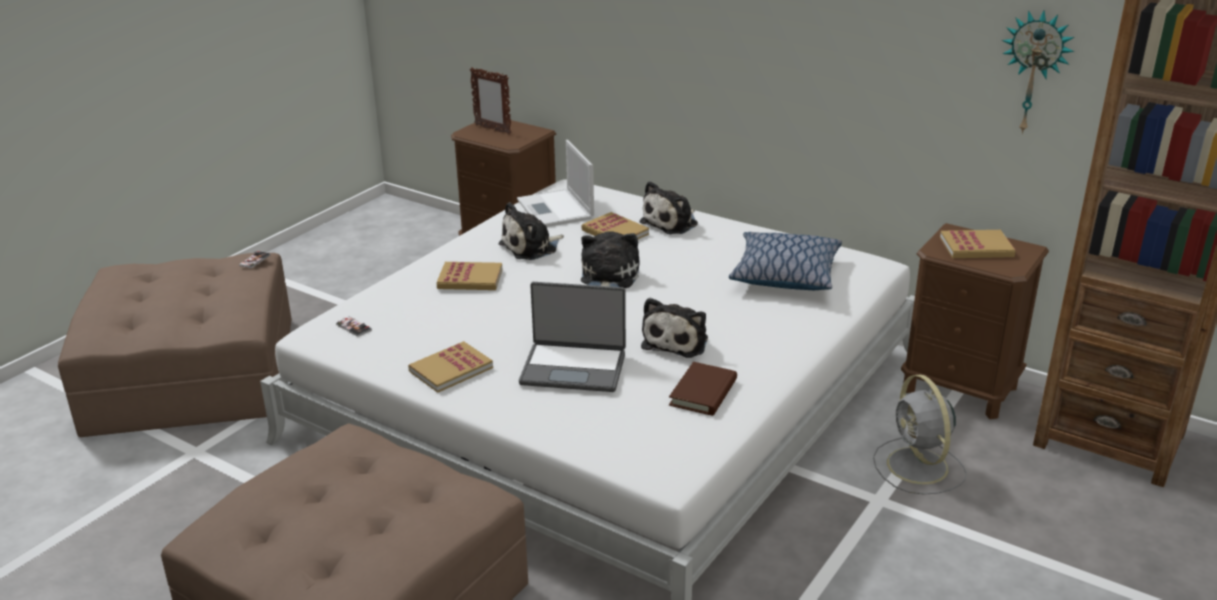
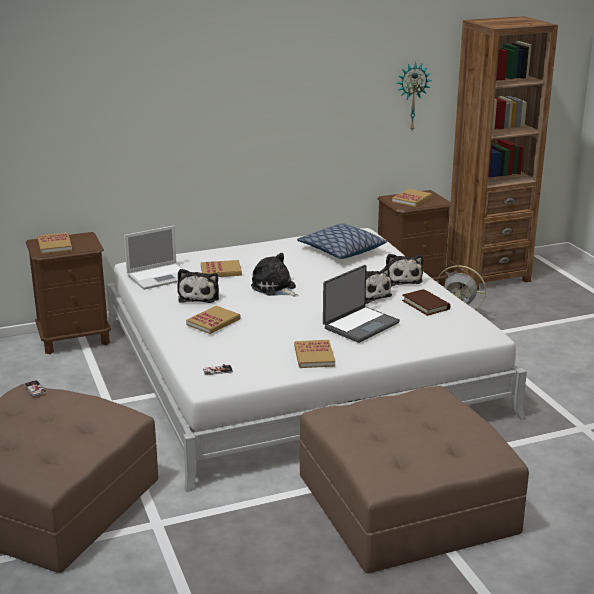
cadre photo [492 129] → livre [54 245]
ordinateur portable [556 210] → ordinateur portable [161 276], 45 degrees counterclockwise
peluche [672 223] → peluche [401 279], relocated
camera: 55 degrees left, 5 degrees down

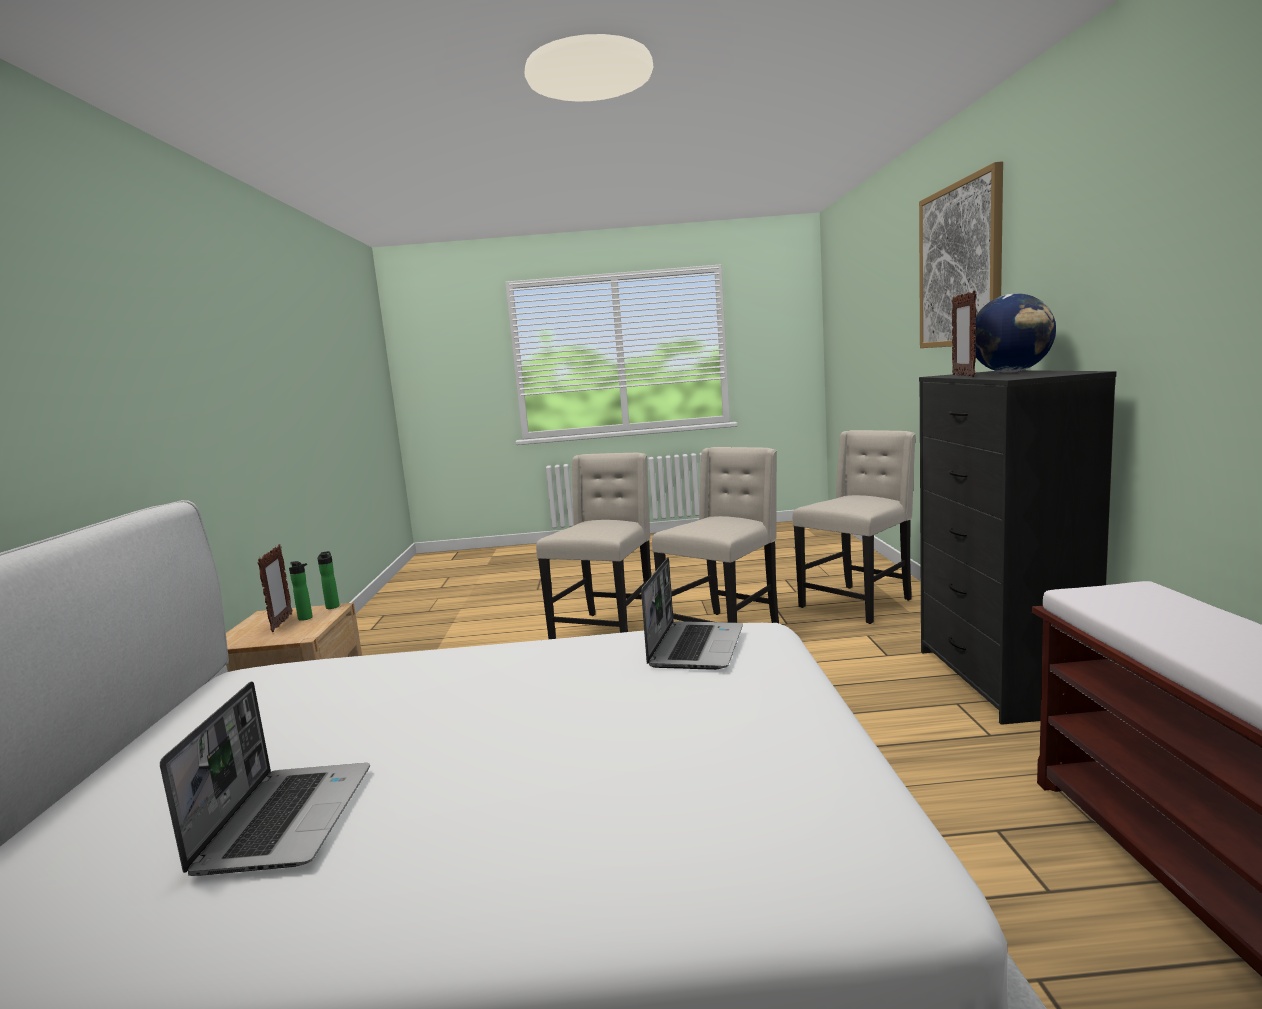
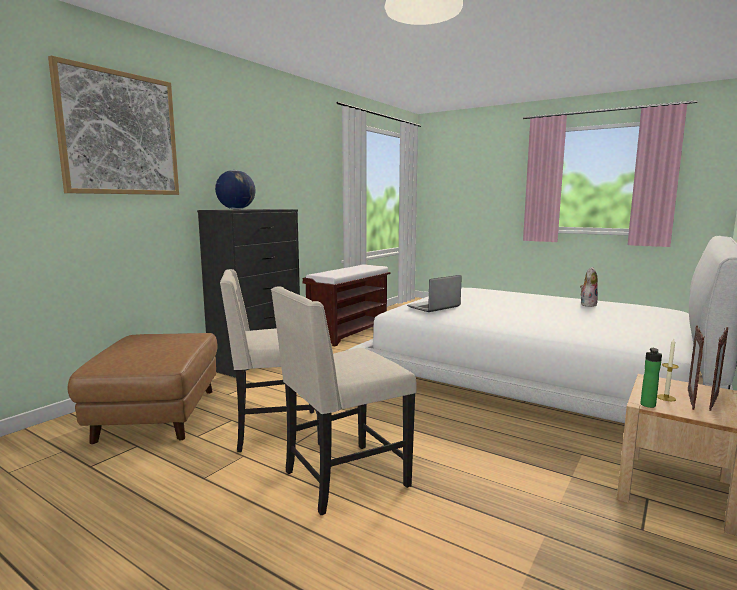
cadre photo [963 376] → cadre photo [713 402], relocated
chaise/beige [858 603] → pouf/marron [157 414]
bouteille [306 618] → bougie [666 398]
ordinateur portable [285 818] → peluche [587 304]
camera: 145 degrees left, 0 degrees up

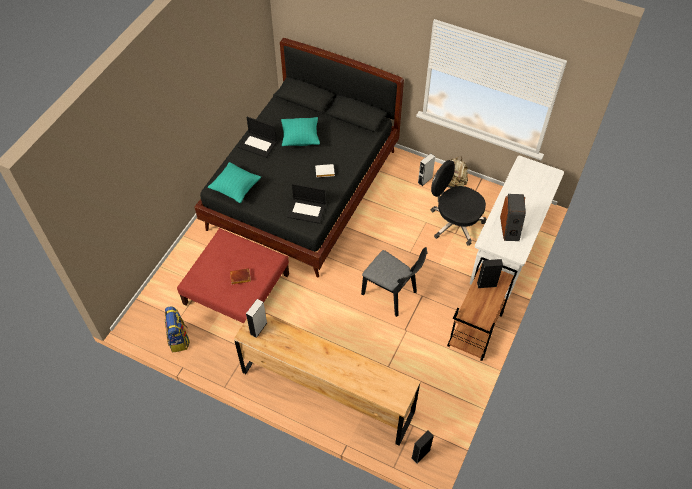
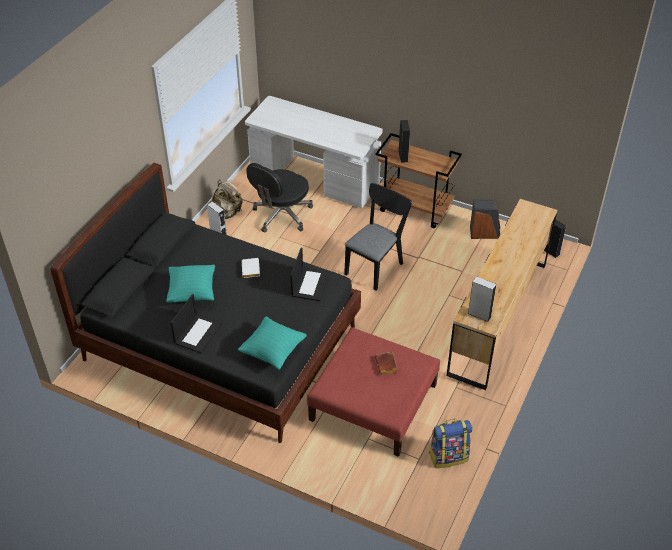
enceinte [510 228] → enceinte [484 232], relocated
camera: 90 degrees left, 10 degrees down

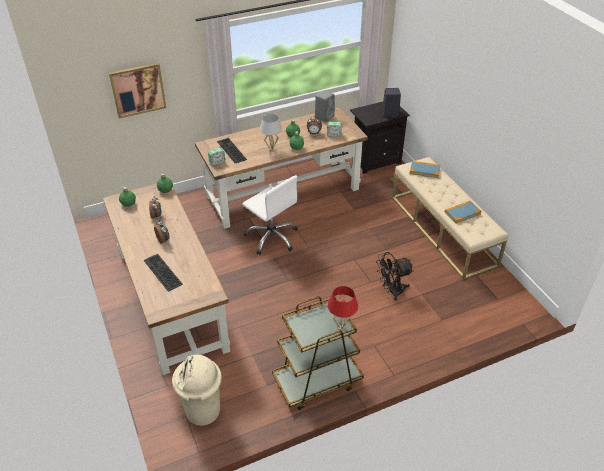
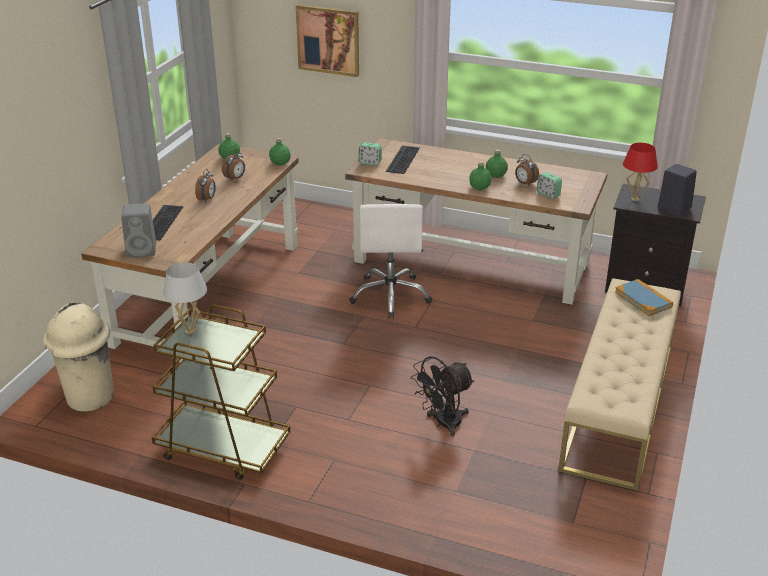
enceinte/gris [324 116] → enceinte/gris [143 250], relocated
lampe de table/blanc [271 149] → lampe de table/blanc [190 331], relocated
livre [462 213] → -
ventilateur/noir [392 291] → ventilateur/noir [443 423], 60 degrees counterclockwise
lampe de table/rouge [341 327] → lampe de table/rouge [634 199], relocated
camera: 45 degrees right, 10 degrees down

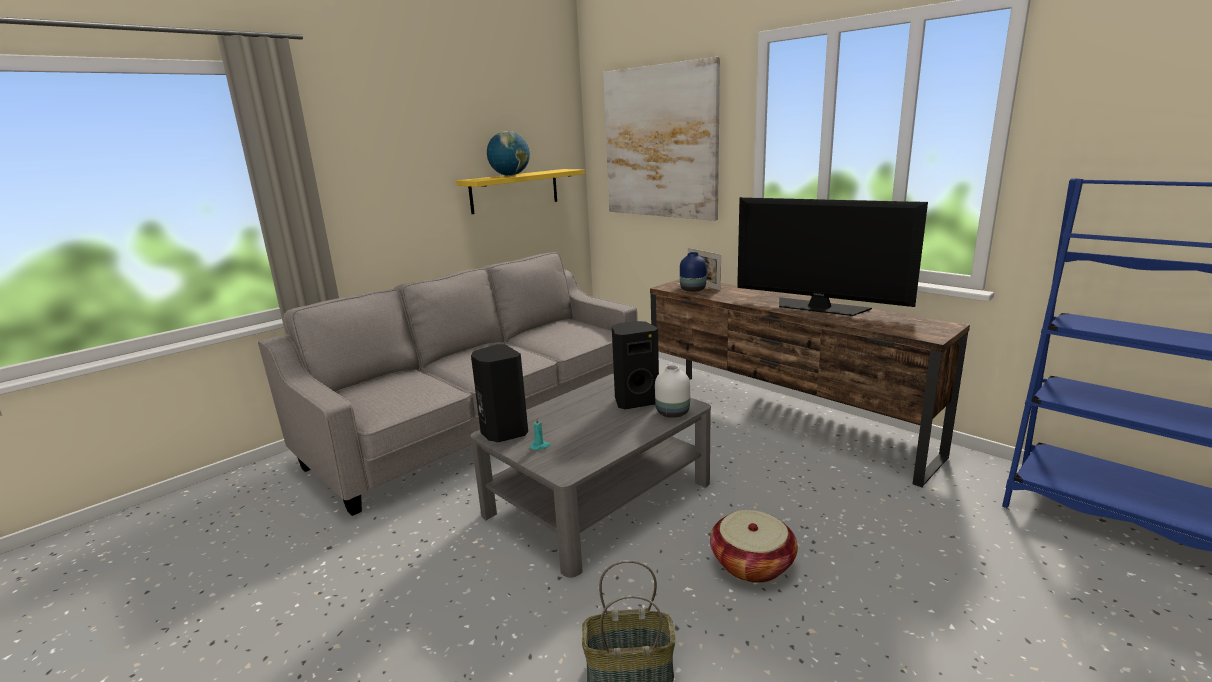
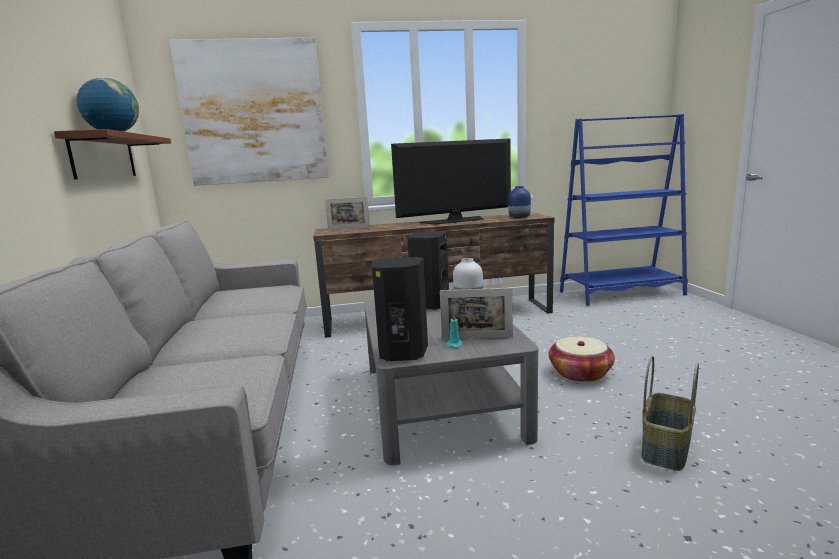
étagère/jaune [514 191] → étagère/marron [104 157]
vase/bleu [692 289] → vase/bleu [518 217], relocated
- → cadre photo [477 338]
camera: 55 degrees left, 5 degrees down

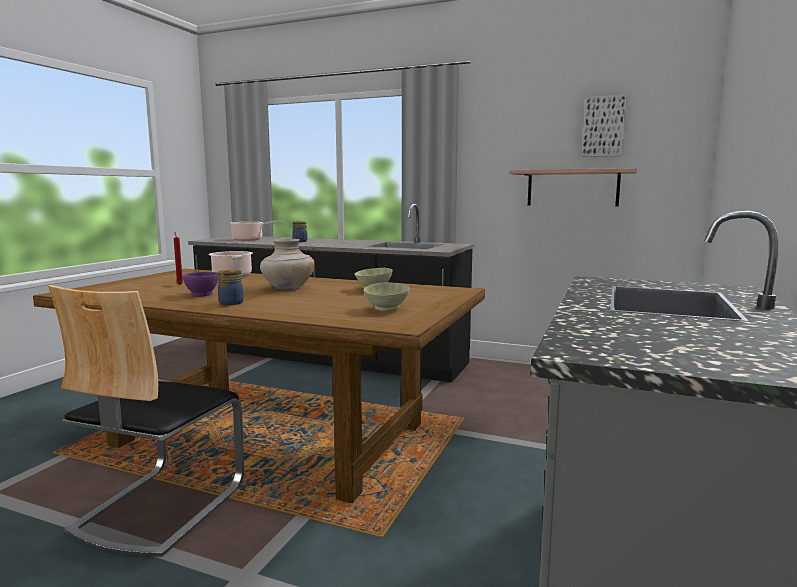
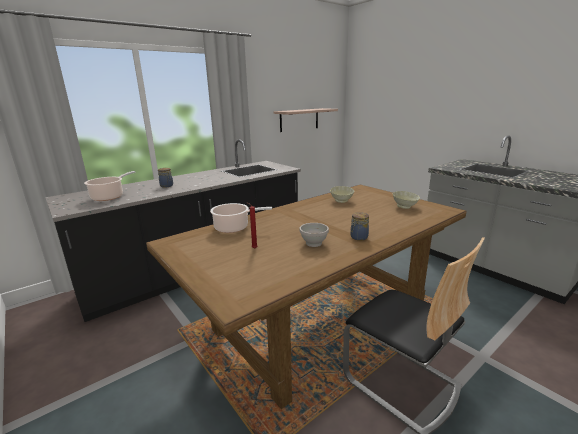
tableau [604 126] → -
vase/beige [288 288] → -
bol/violet [202 294] → bol/blanc [313 243]
camera: 60 degrees left, 10 degrees up

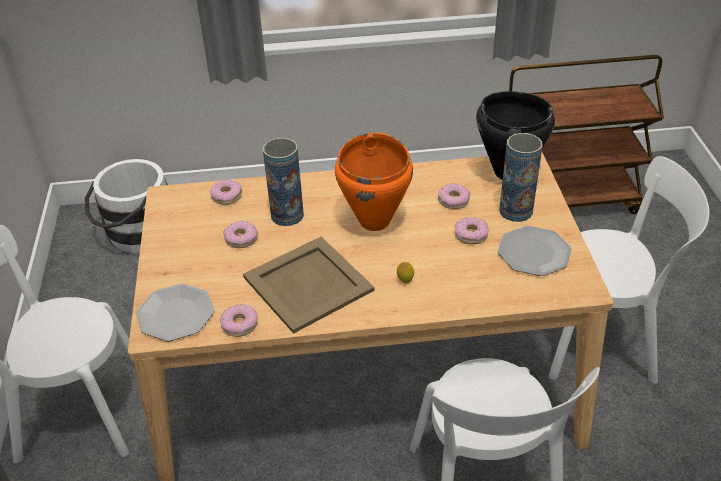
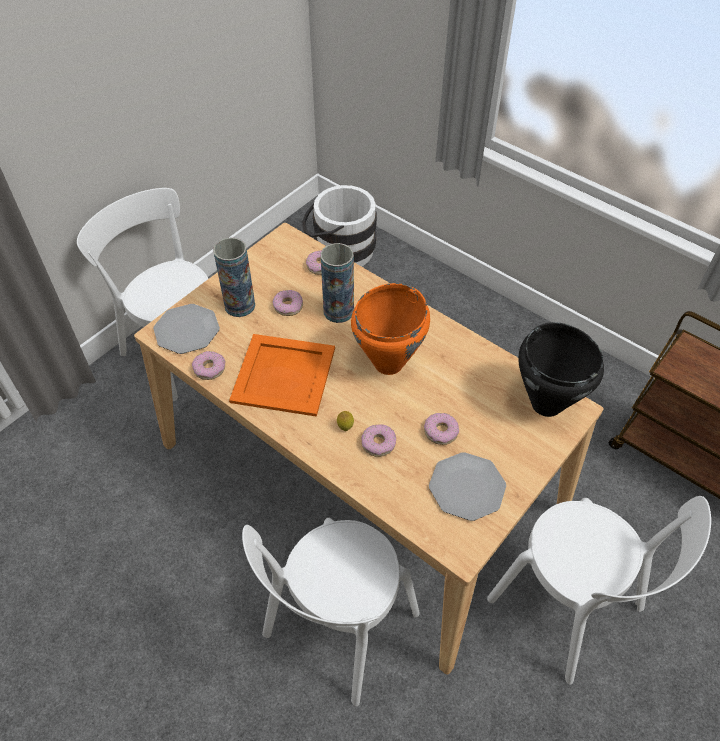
vase [515 211] → vase [240 305], relocated
beignet [453 200] → beignet [378 443], relocated
plateau/beige [308 283] → plateau/orange [284 374]
camera: 45 degrees right, 10 degrees up

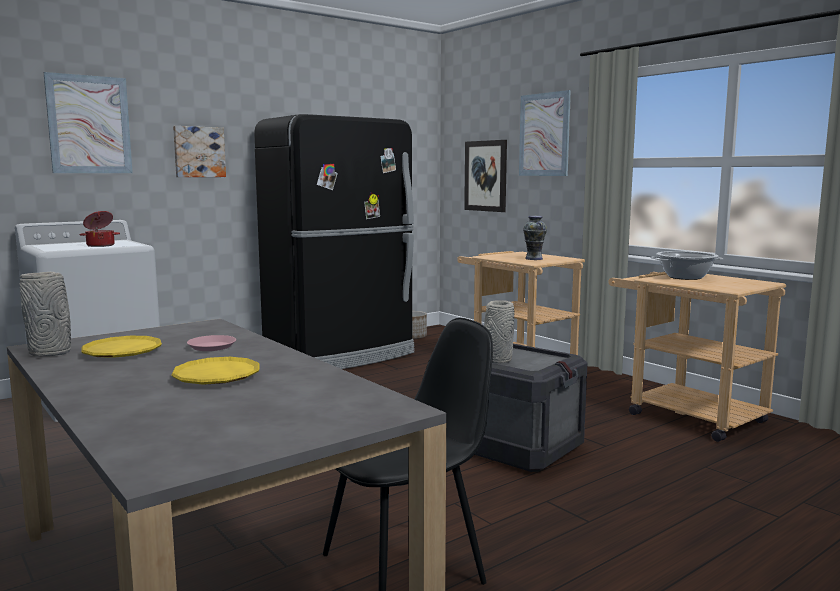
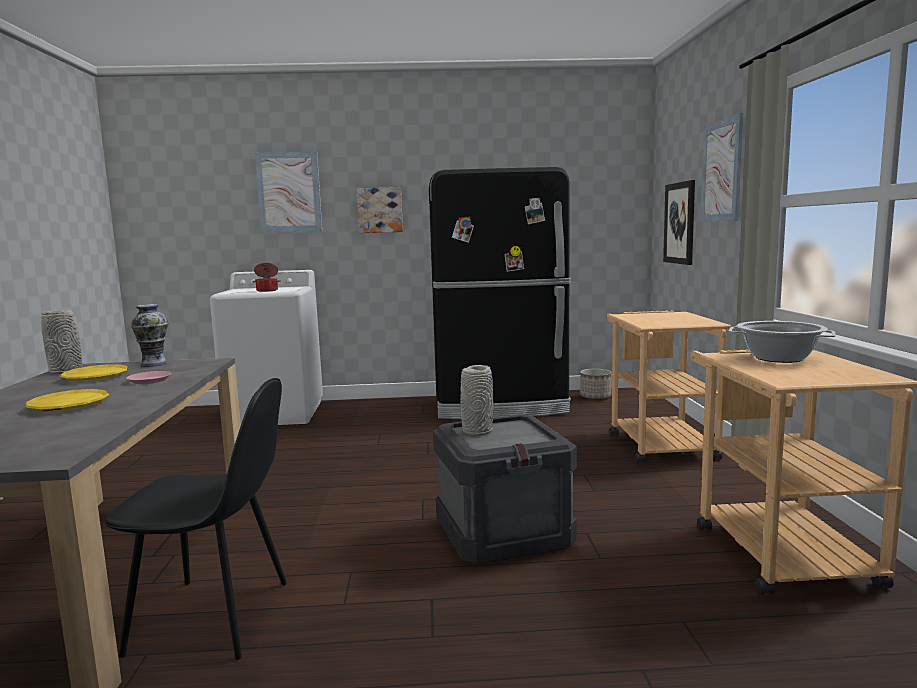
vase [533 259] → vase [153 364], relocated
camera: 35 degrees right, 0 degrees up

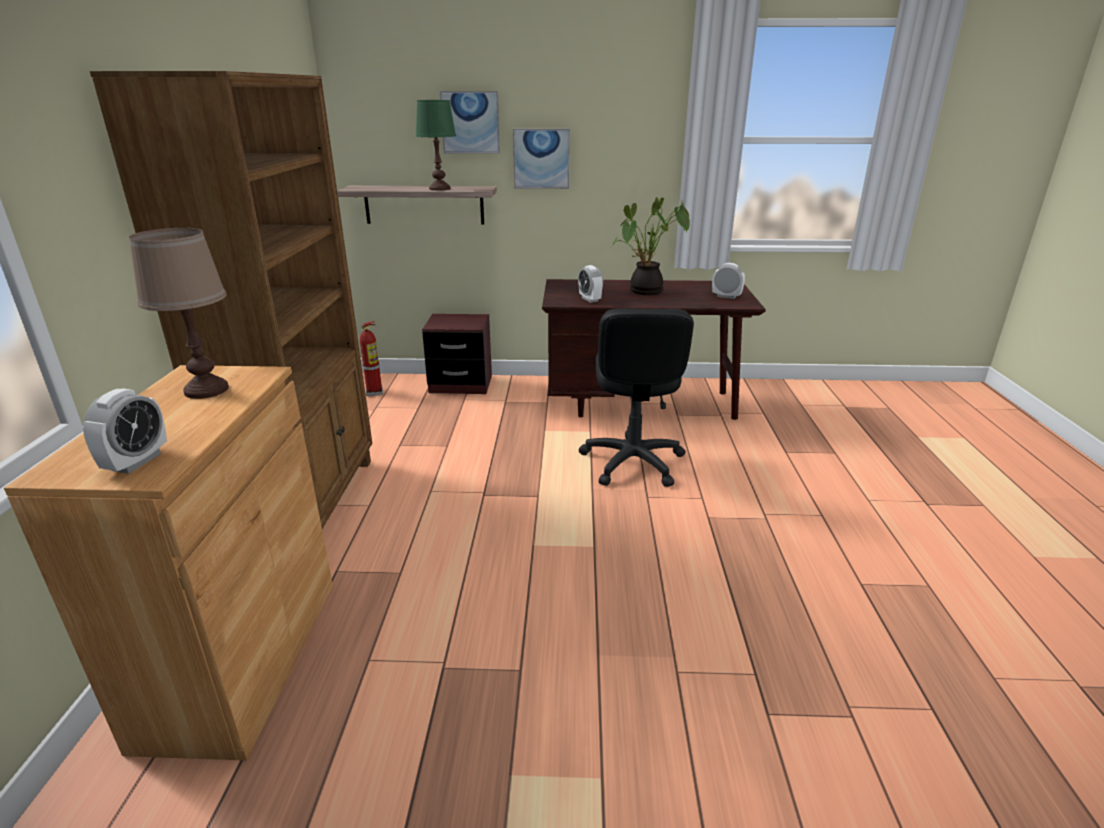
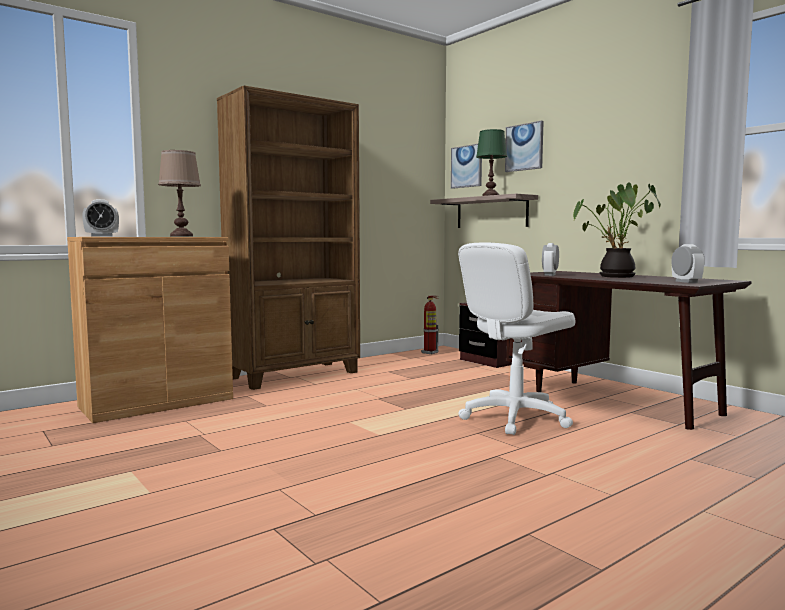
tableau [541 158] → tableau [467 166], relocated
chaise de bureau/noir [632 462] → chaise de bureau/blanc [514 418]
camera: 50 degrees right, 20 degrees down

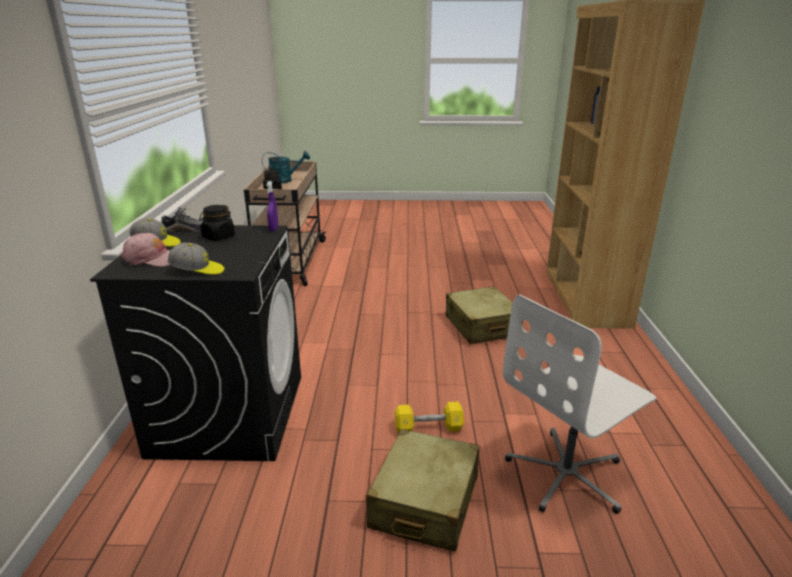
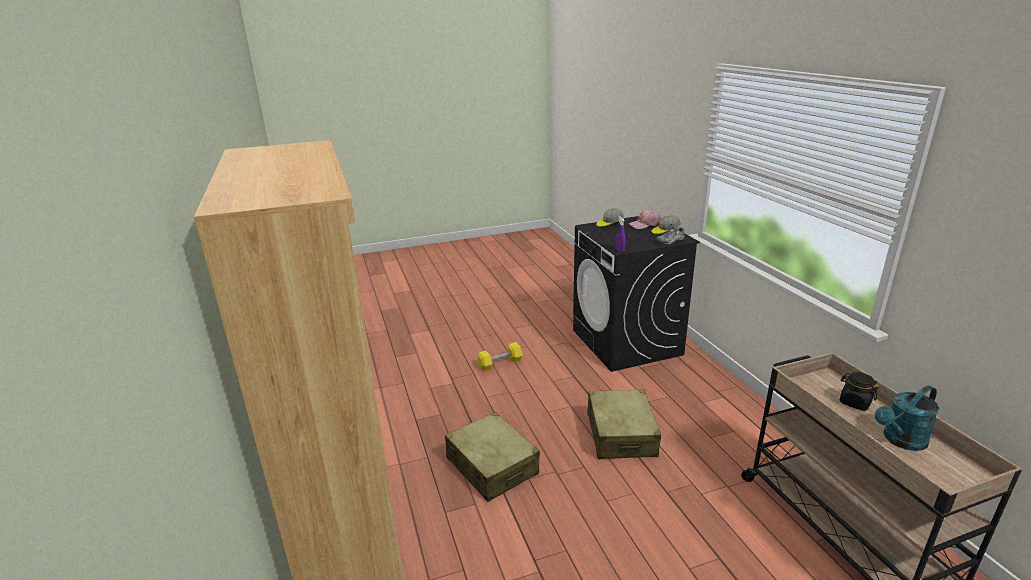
bocal/noir [218 237] → -
chaise de bureau/blanc [567 474] → -
valise/beige [424 502] → valise/beige [621 434], relocated
camera: 160 degrees right, 0 degrees up

